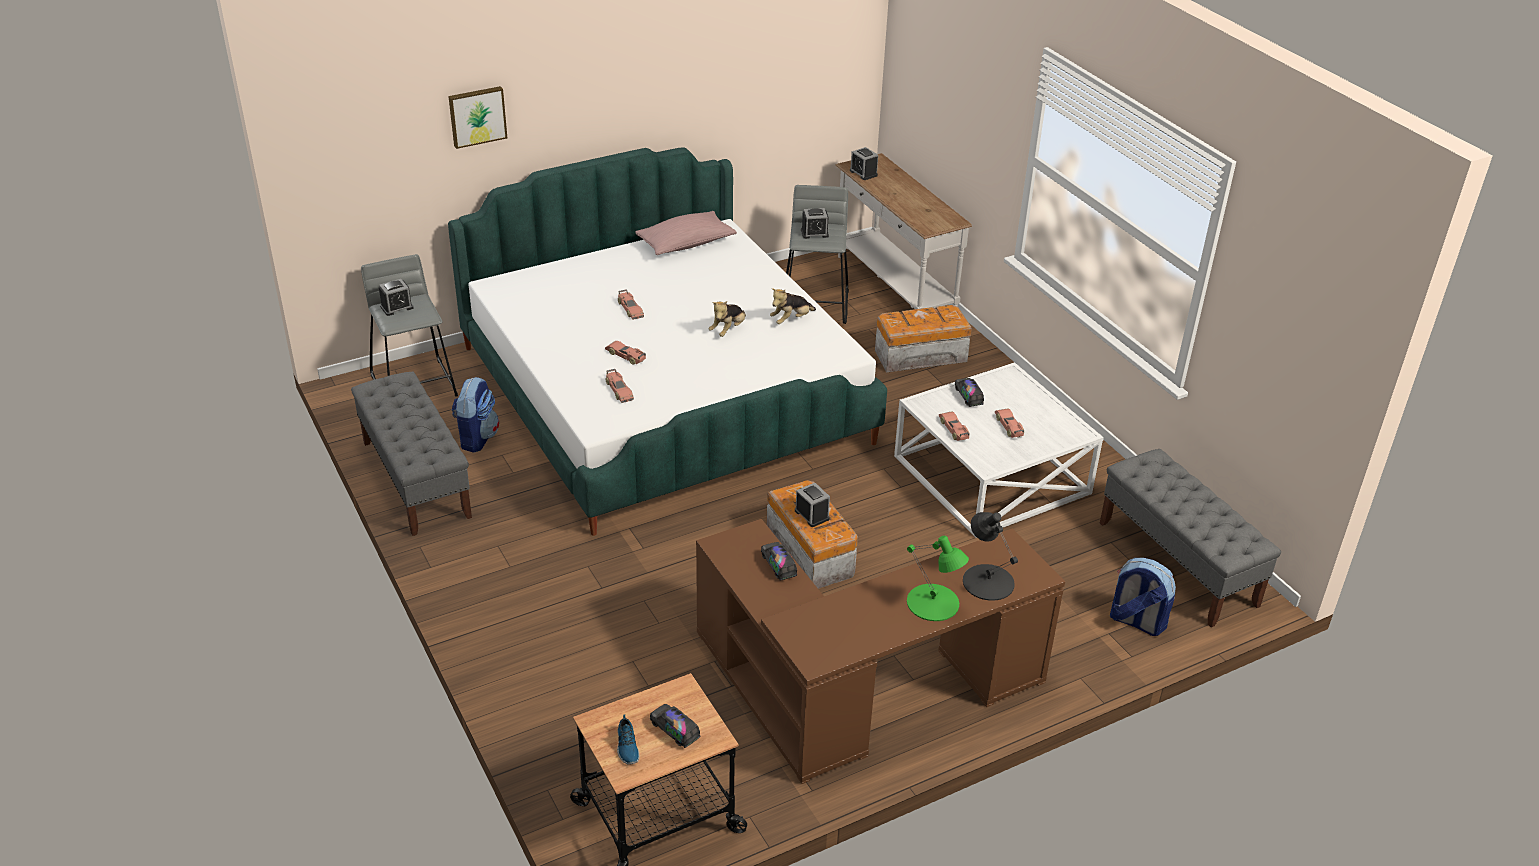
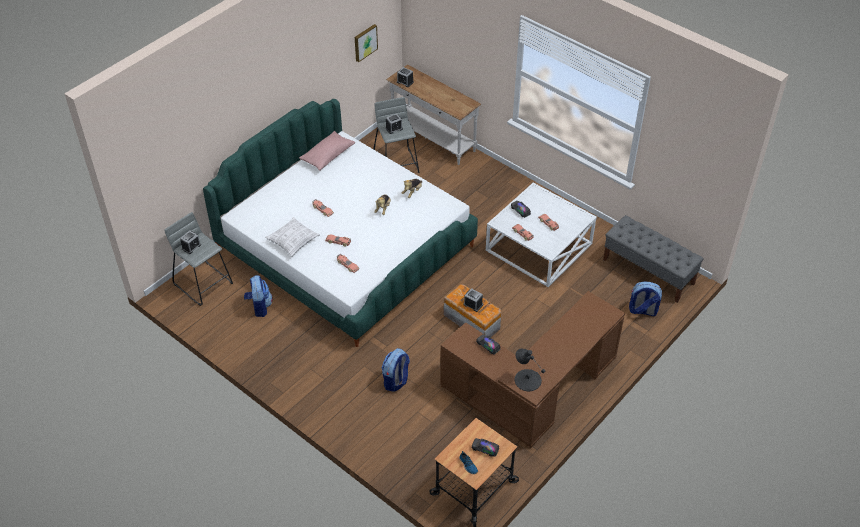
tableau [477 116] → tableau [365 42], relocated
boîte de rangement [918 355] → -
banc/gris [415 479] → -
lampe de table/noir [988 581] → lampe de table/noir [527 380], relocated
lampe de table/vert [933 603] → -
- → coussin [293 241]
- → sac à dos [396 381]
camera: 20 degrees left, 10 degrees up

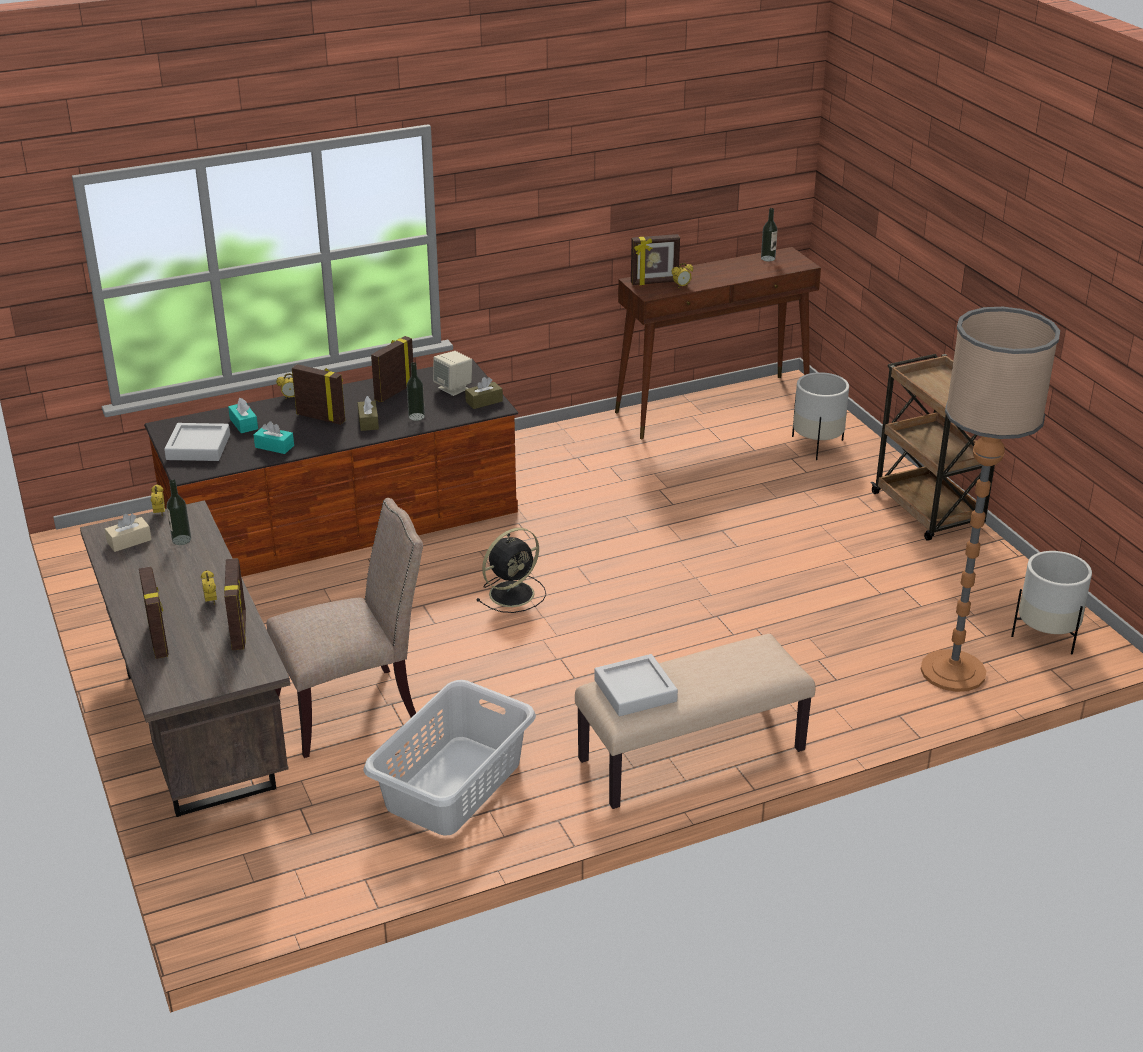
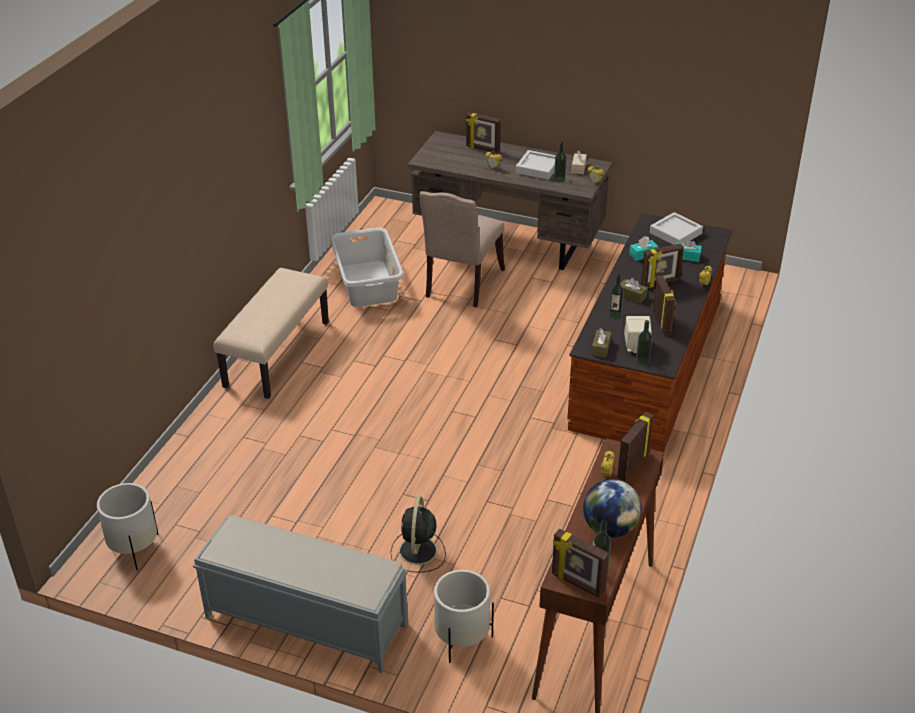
lampadaire [953 671] → -
chariot/marron [928 511] → banc/gris [304 620]
ventilateur/noir [513 593] → ventilateur/noir [417 552], relocated
cadre photo [240 631] → cadre photo [577 583], relocated
plateau/gris [635 690] → plateau/gris [538 168], relocated
- → bouteille [642 361]
- → globe [610 528]
camera: 135 degrees right, 5 degrees up

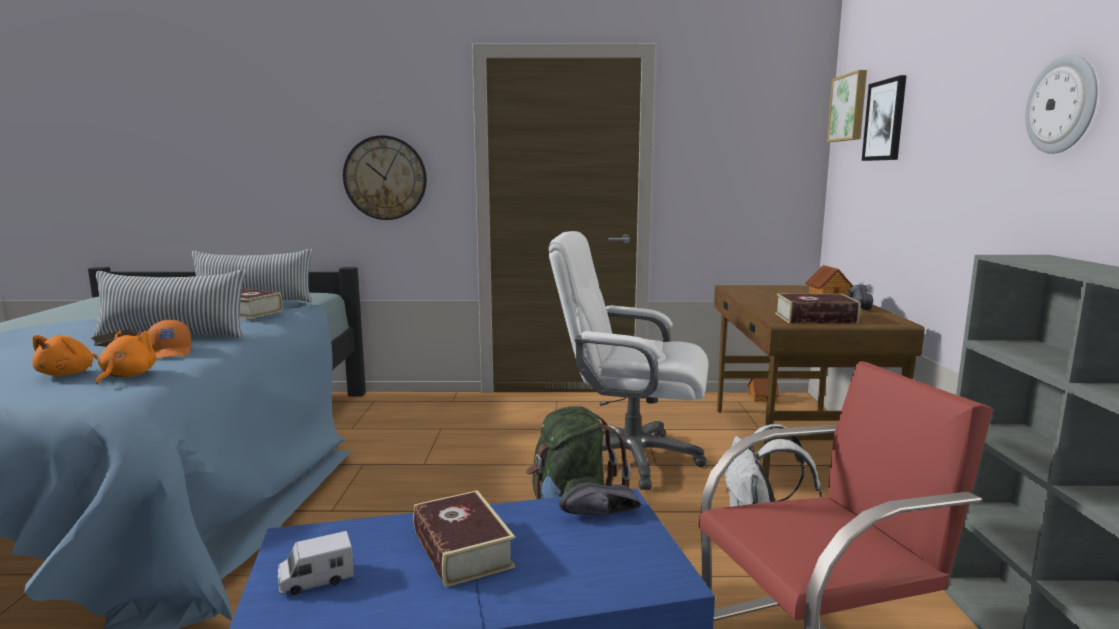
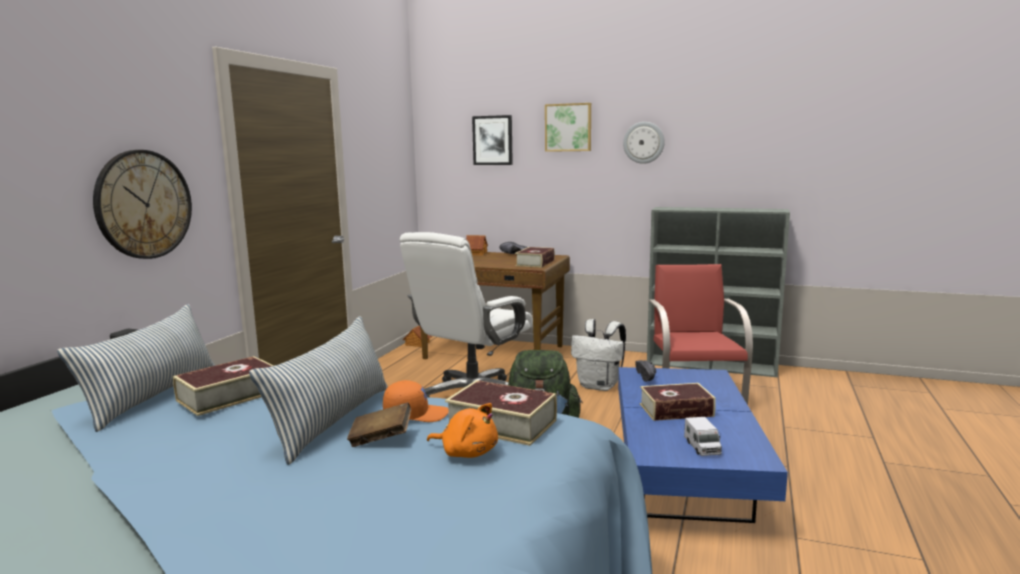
tableau [849 107] → tableau [568 127], relocated
peluche/orange [127 376] → livre [502 424]
camera: 70 degrees left, 0 degrees up

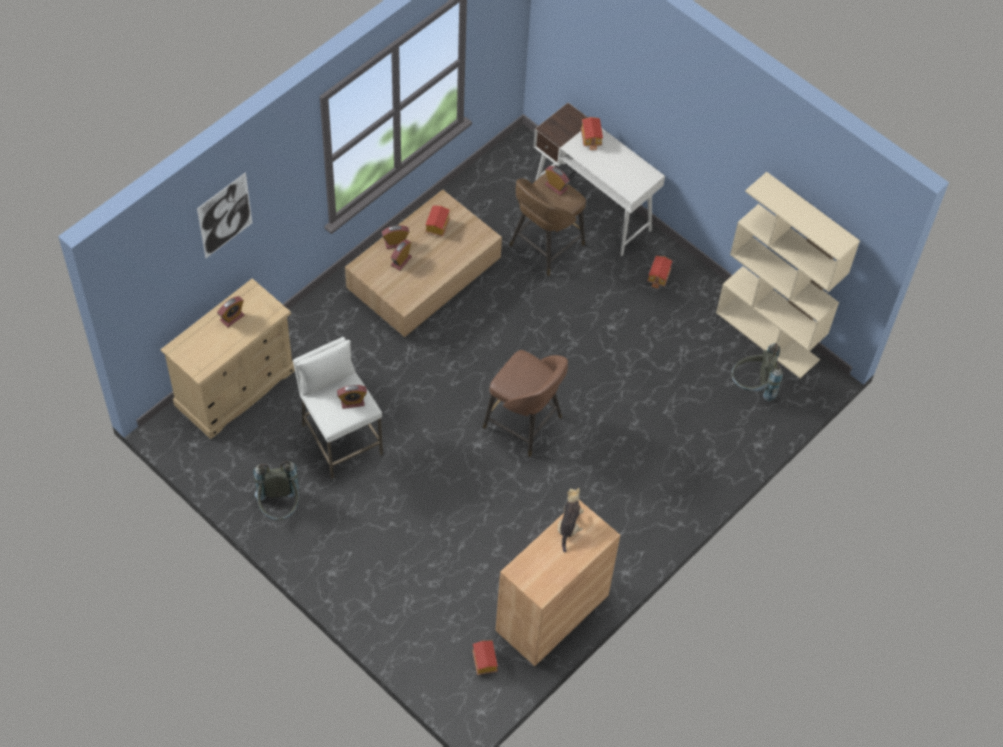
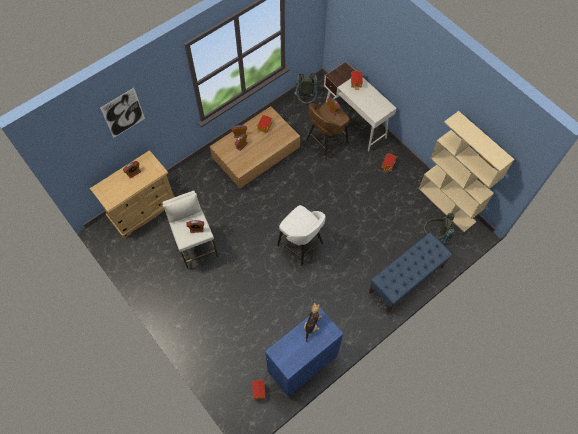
tabouret/marron [524 423] → tabouret/blanc [301 245]
sac à dos/gris [279 508] → sac à dos/gris [306 100], relocated
meuble de rangement/marron [552 613] → meuble de rangement/bleu [302 363]
- → banc/bleu [406 280]
camera: 10 degrees right, 5 degrees up

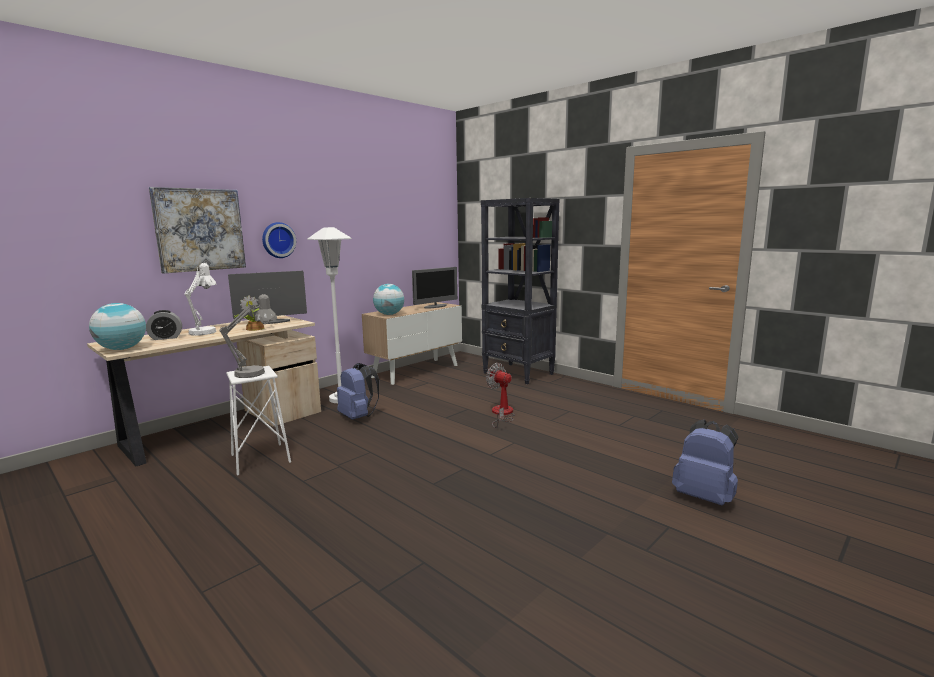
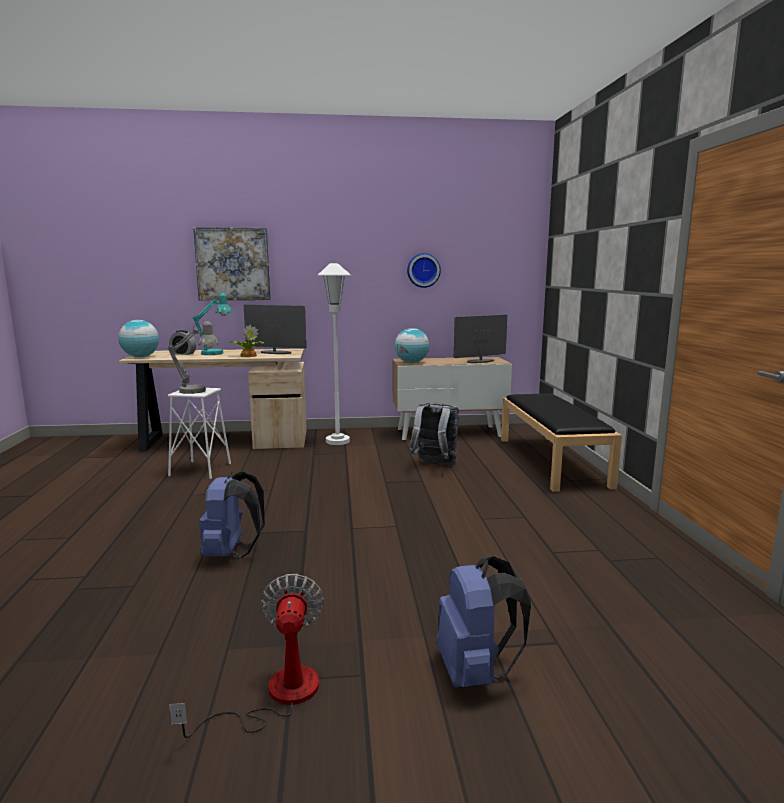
bibliothèque/noir [518 374] → banc/noir [552 461]
horloge murale [278 240] → horloge murale [423 270], relocated
lampe de table/blanc [205 331] → lampe de table/turquoise [216 353]
écran d'ordinateur [435 306] → écran d'ordinateur [480 361], 150 degrees clockwise
sac à dos/bleu [358 417] → sac à dos/bleu [231 553], relocated
ventilateur [501 414] → ventilateur [276 696], relocated
- → sac à dos/gris [434 465]
camera: 40 degrees right, 0 degrees up

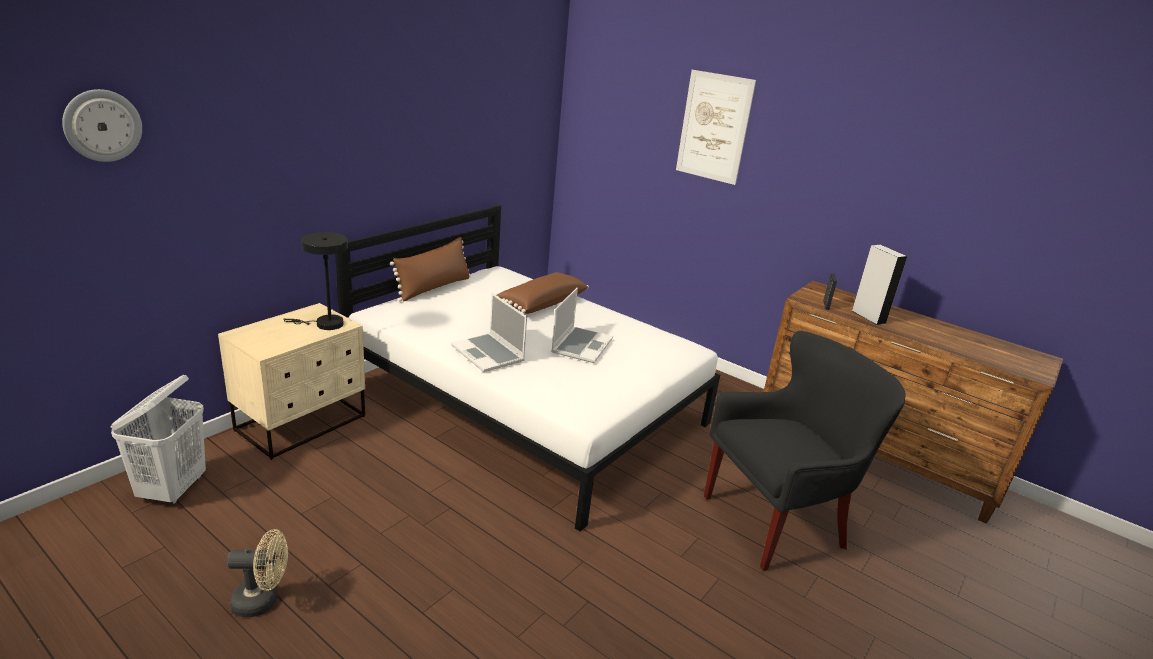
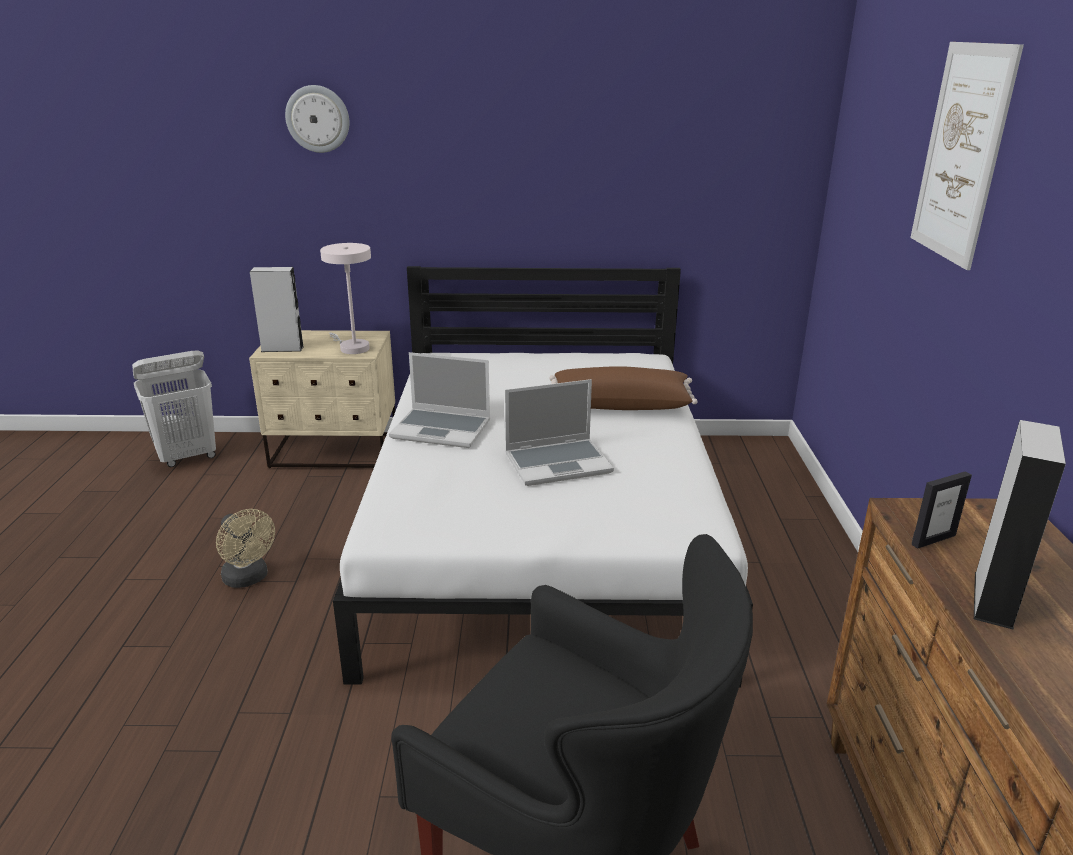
horloge murale [102 125] → horloge murale [318 119], relocated
lampe de table/noir [324 324] → lampe de table/blanc [351 347]
coussin/marron [434 288] → -
ordinateur portable [489 354] → ordinateur portable [442 429], 90 degrees counterclockwise
ventilateur/beige [263 600] → ventilateur/beige [249 579], relocated
- → enceinte/gris [282 349]
camera: 55 degrees right, 0 degrees up

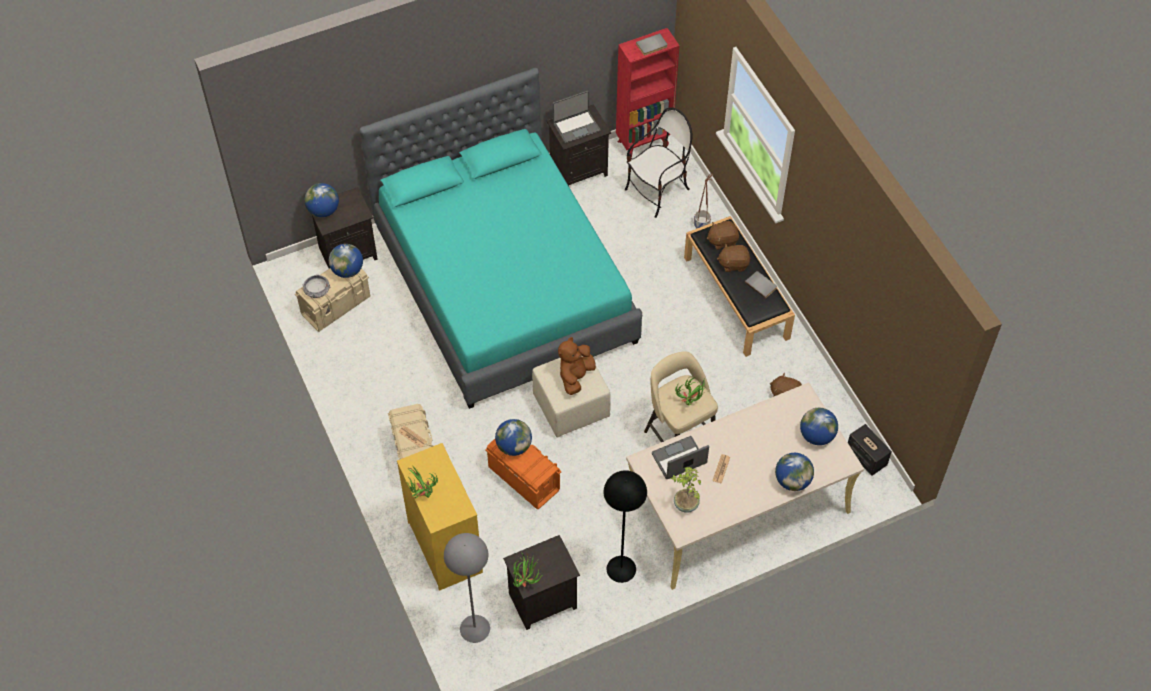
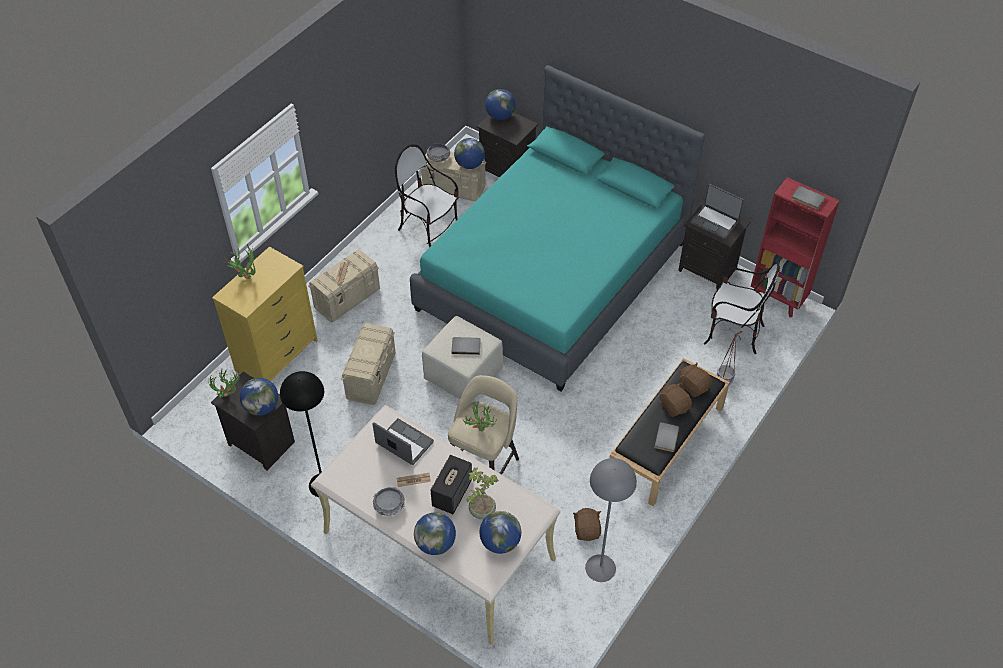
peluche/marron [575 376] → livre/gris [466 346]
globe [514 446] → globe [262 407], relocated
enceinte [866 457] → enceinte [452 493], relocated
boîte de rangement/orange [524 478] → boîte de rangement/beige [371 376]
plante en pot [685 505] → plante en pot [481 510], relocated
lampadaire/gris [474 628] → lampadaire/gris [600 567], relocated
- → chaise [429 230]
- → bol [389 505]
camera: 60 degrees right, 5 degrees down

